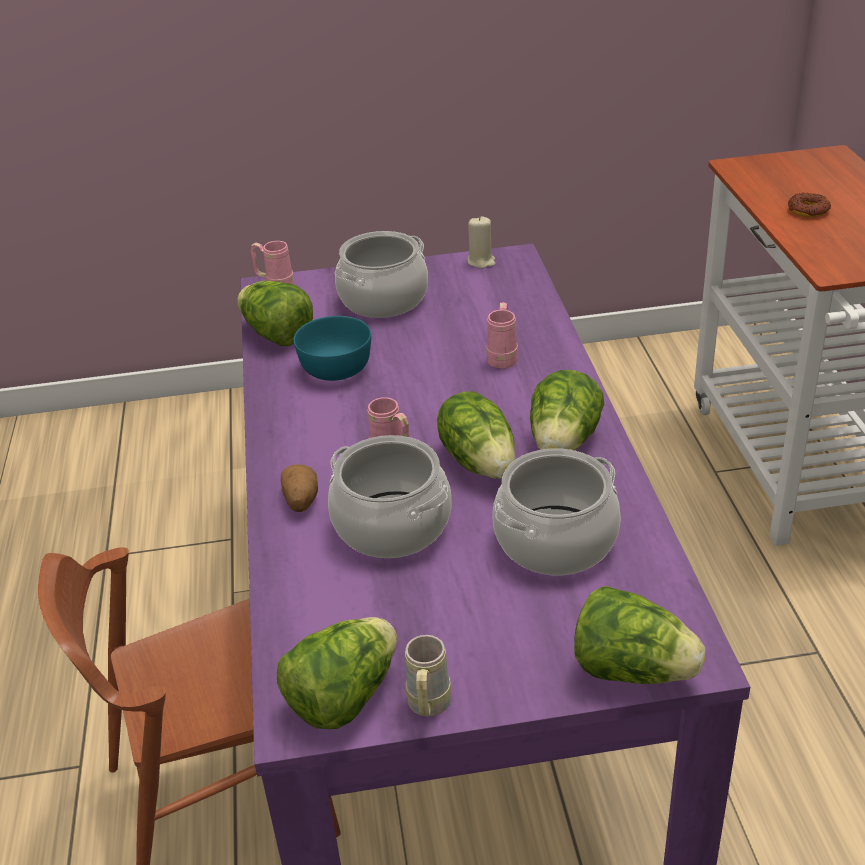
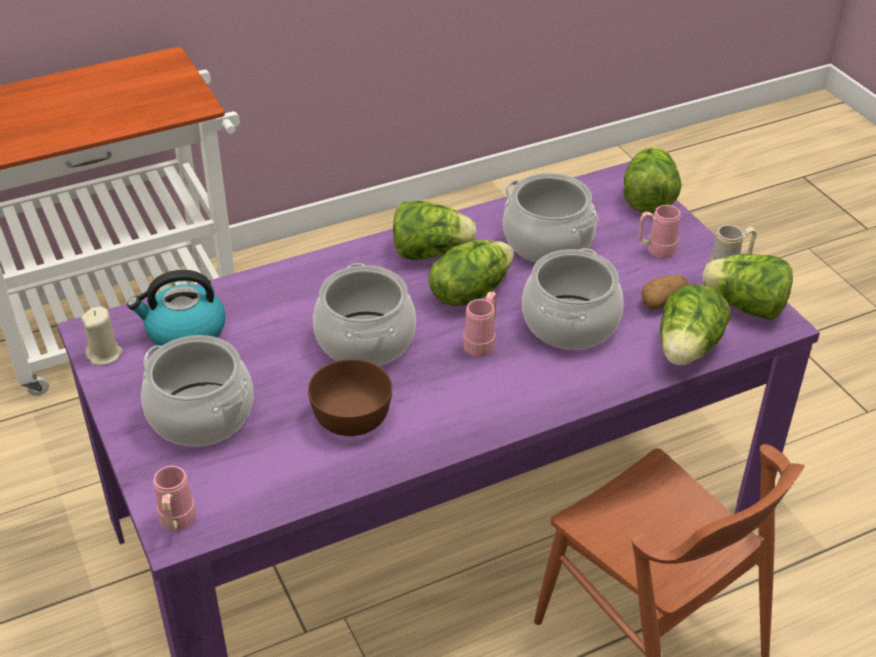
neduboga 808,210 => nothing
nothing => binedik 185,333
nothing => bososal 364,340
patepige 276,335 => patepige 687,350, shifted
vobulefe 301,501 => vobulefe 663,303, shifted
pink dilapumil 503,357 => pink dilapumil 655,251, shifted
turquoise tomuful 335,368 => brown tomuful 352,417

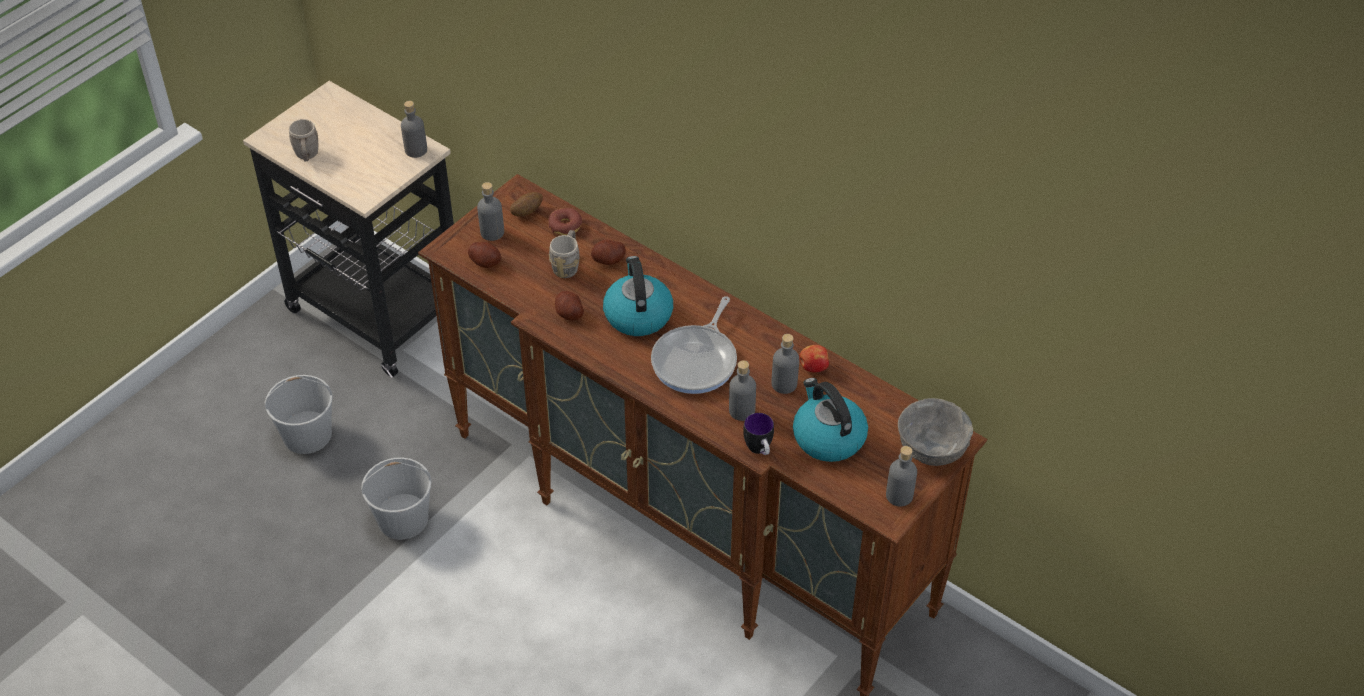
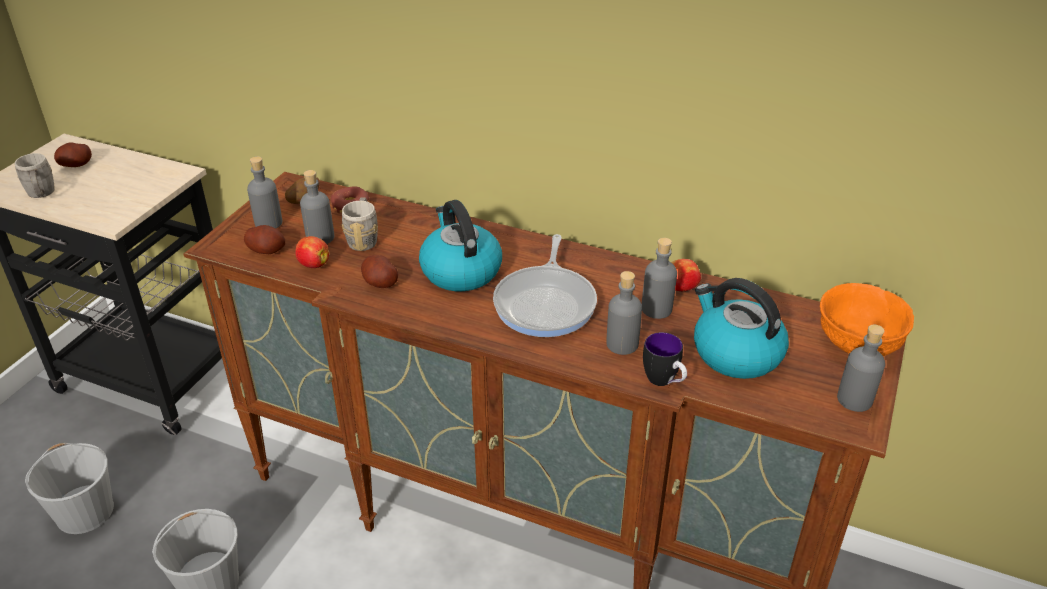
nothing => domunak 313,264
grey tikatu 416,150 => grey tikatu 320,237, shifted
vobulefe 608,260 => vobulefe 76,165, shifted
grey tomuful 932,448 => orange tomuful 858,342

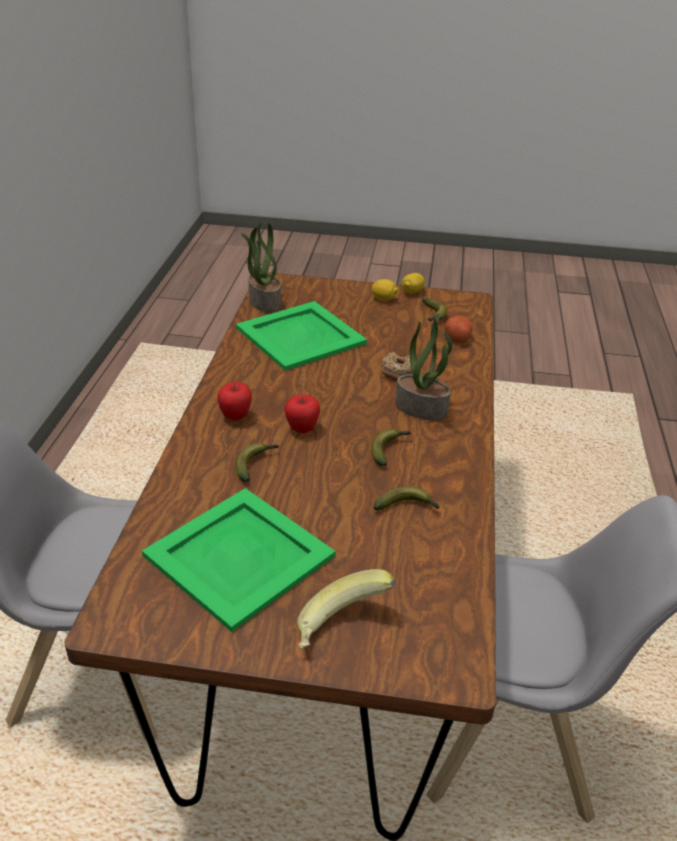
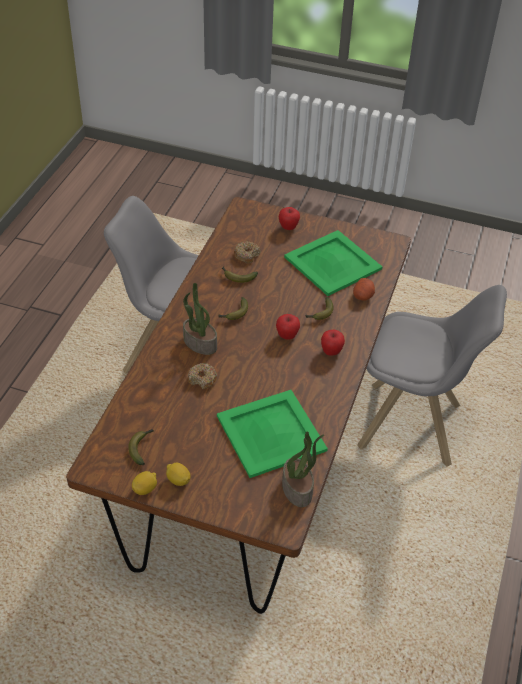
nothing => neduboga 247,255
vobulefe 457,337 => vobulefe 363,296, shifted
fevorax 342,629 => domunak 288,227

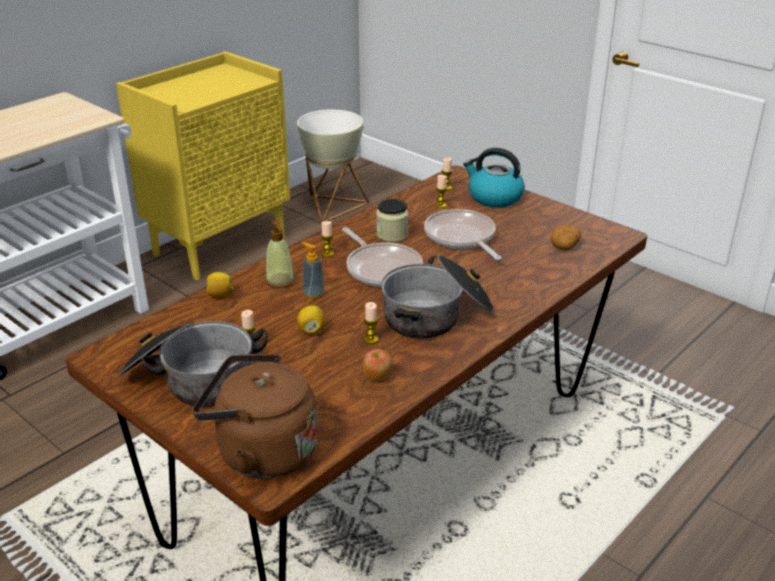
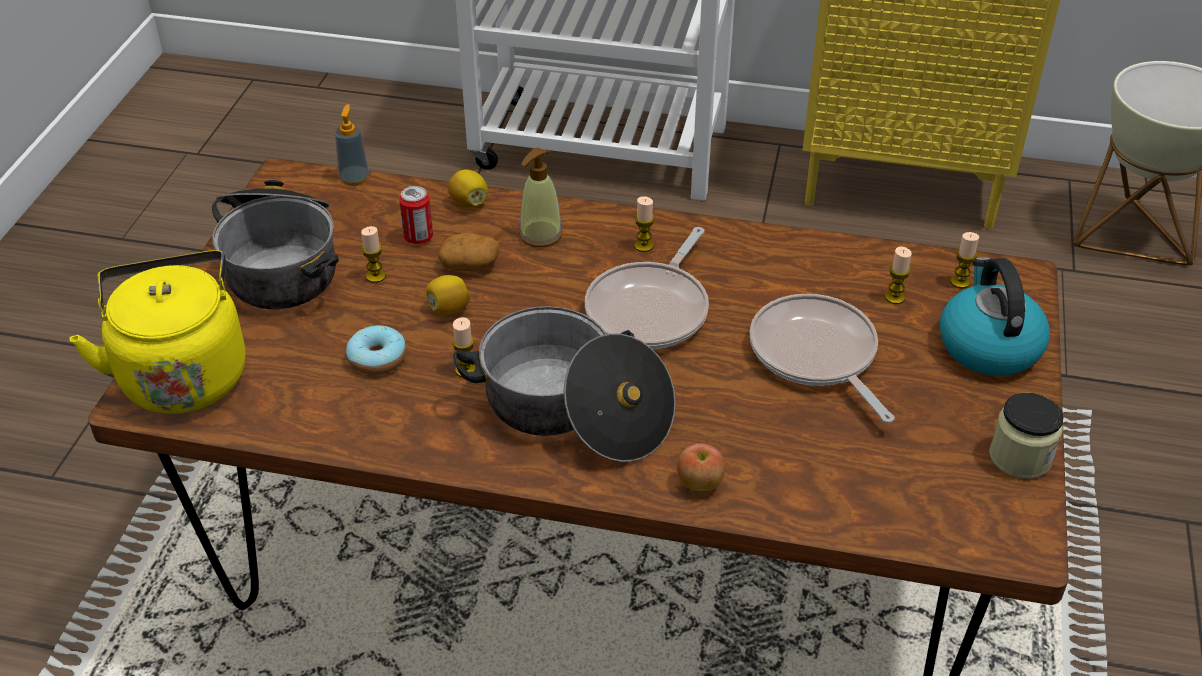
nothing => neduboga 377,359
nothing => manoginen 418,237
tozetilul 313,294 => tozetilul 354,178, shifted
domunak 377,377 => domunak 699,484, shifted
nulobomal 392,235 => nulobomal 1020,457, shifted
vobulefe 564,245 => vobulefe 470,265, shifted
brown binedik 261,452 => yellow binedik 183,373
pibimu 461,237 => pibimu 816,356, 60 degrees counterclockwise

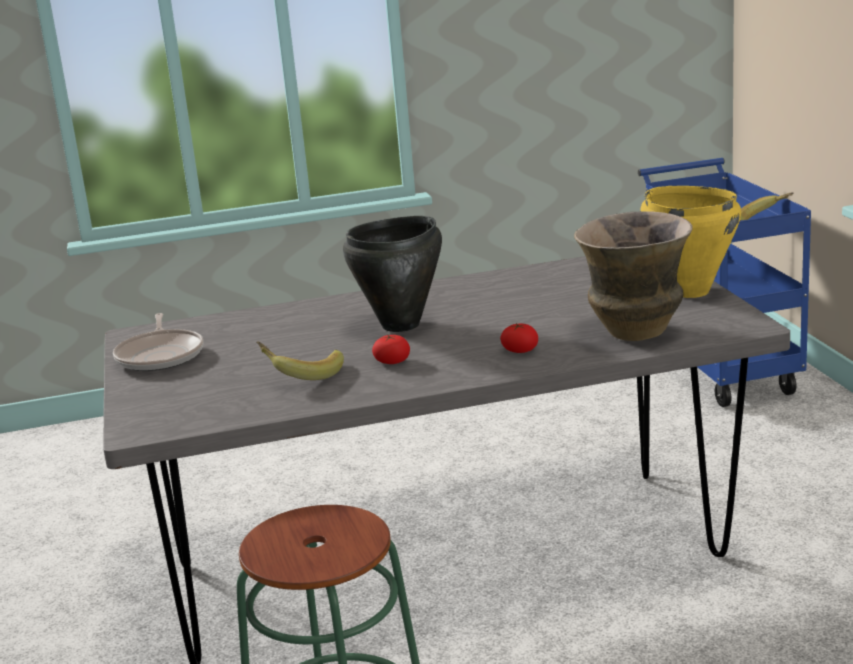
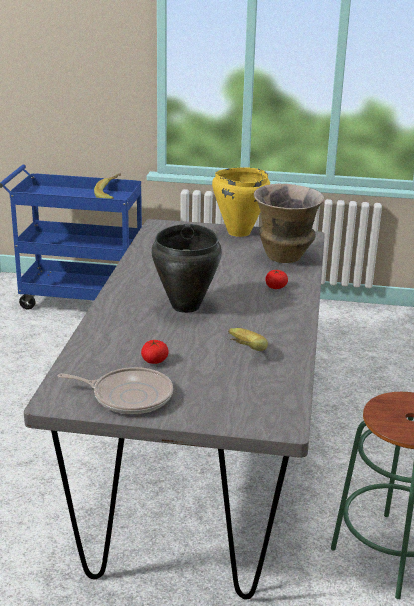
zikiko 392,361 => zikiko 154,360, shifted

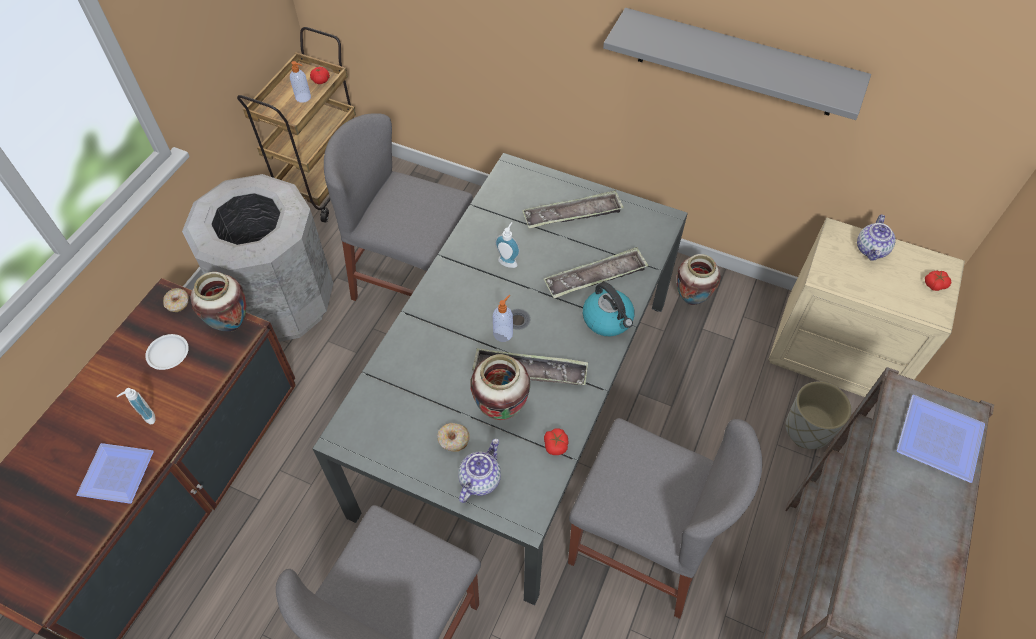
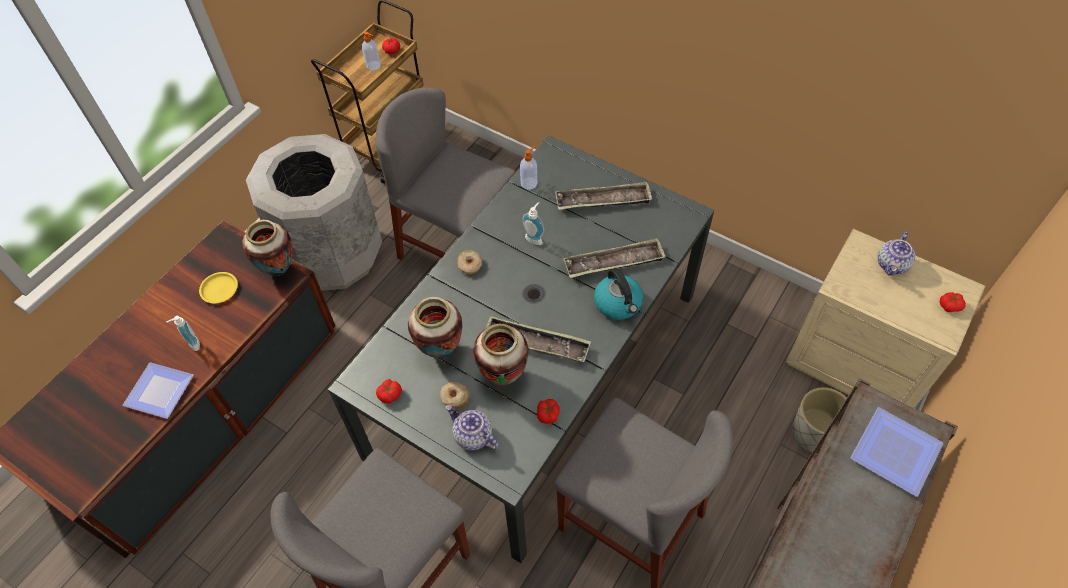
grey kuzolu 737,63 => nothing
nothing => zikiko 390,394
neduboga 178,303 => neduboga 470,265, shifted
tozetilul 503,333 => tozetilul 529,183, shifted
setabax 691,300 => setabax 440,350, shifted
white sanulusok 168,354 => yellow sanulusok 219,289
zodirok 479,479 => zodirok 472,436, 90 degrees counterclockwise

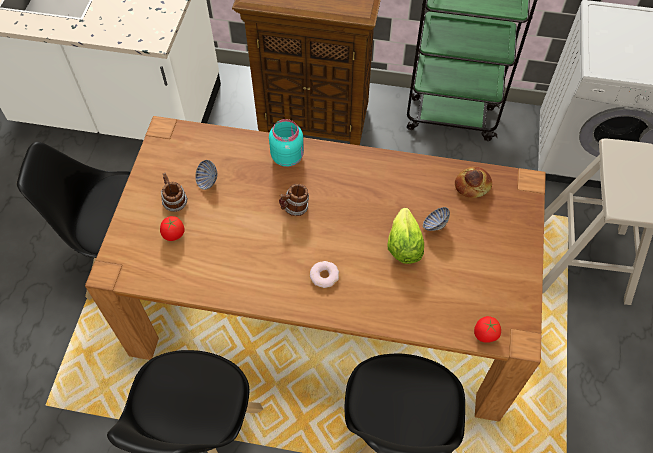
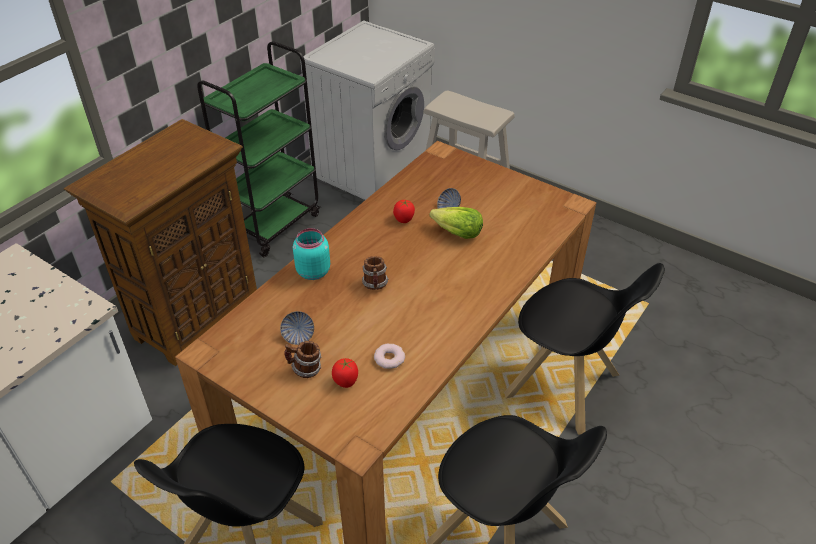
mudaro 472,186 => nothing
neduboga 324,276 => neduboga 389,358, shifted
zikiko 485,335 => zikiko 404,219, shifted

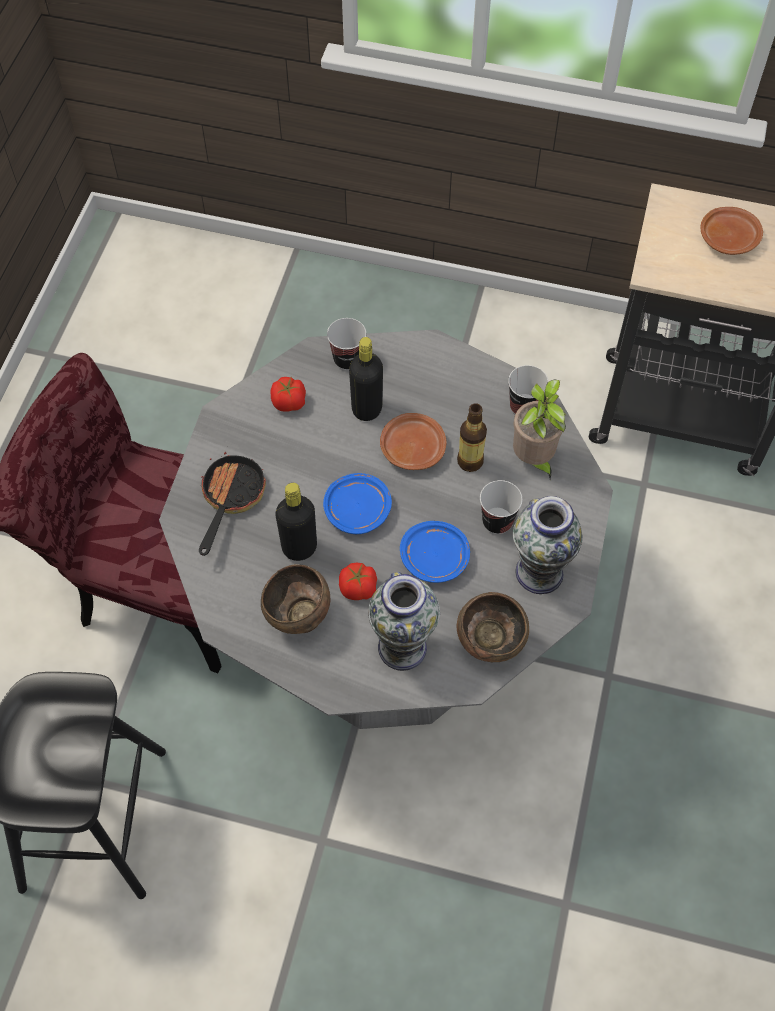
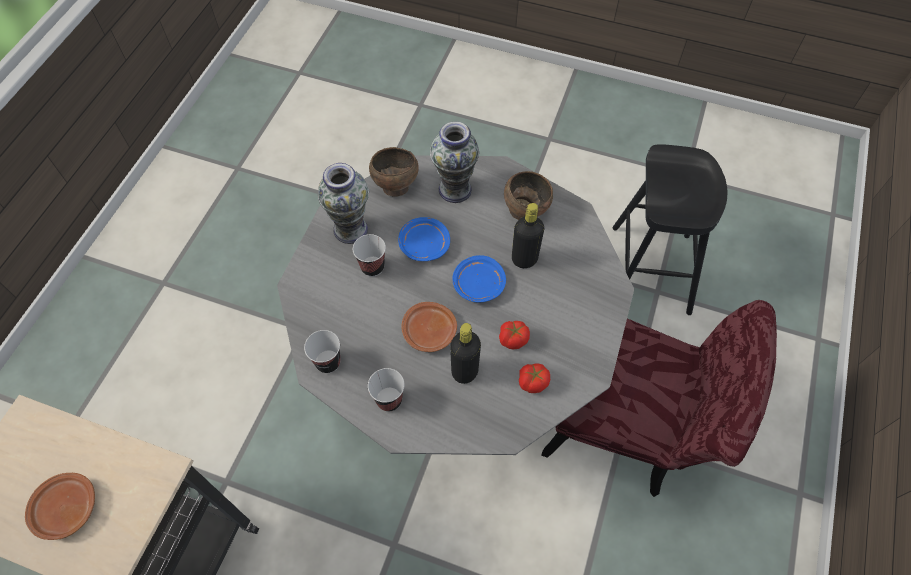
pibimu 230,498 => nothing
tikatu 470,461 => nothing
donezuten 534,460 => nothing
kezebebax 347,359 => kezebebax 389,400, shifted
zikiko 358,589 => zikiko 513,340, shifted

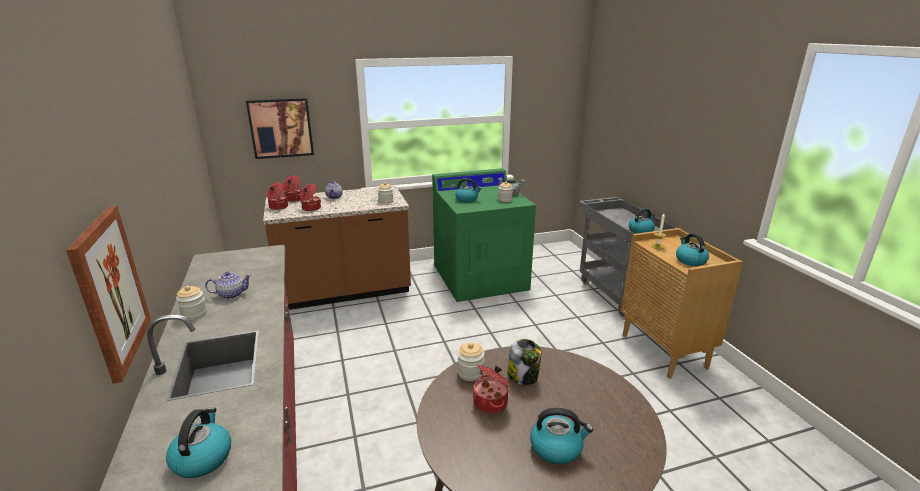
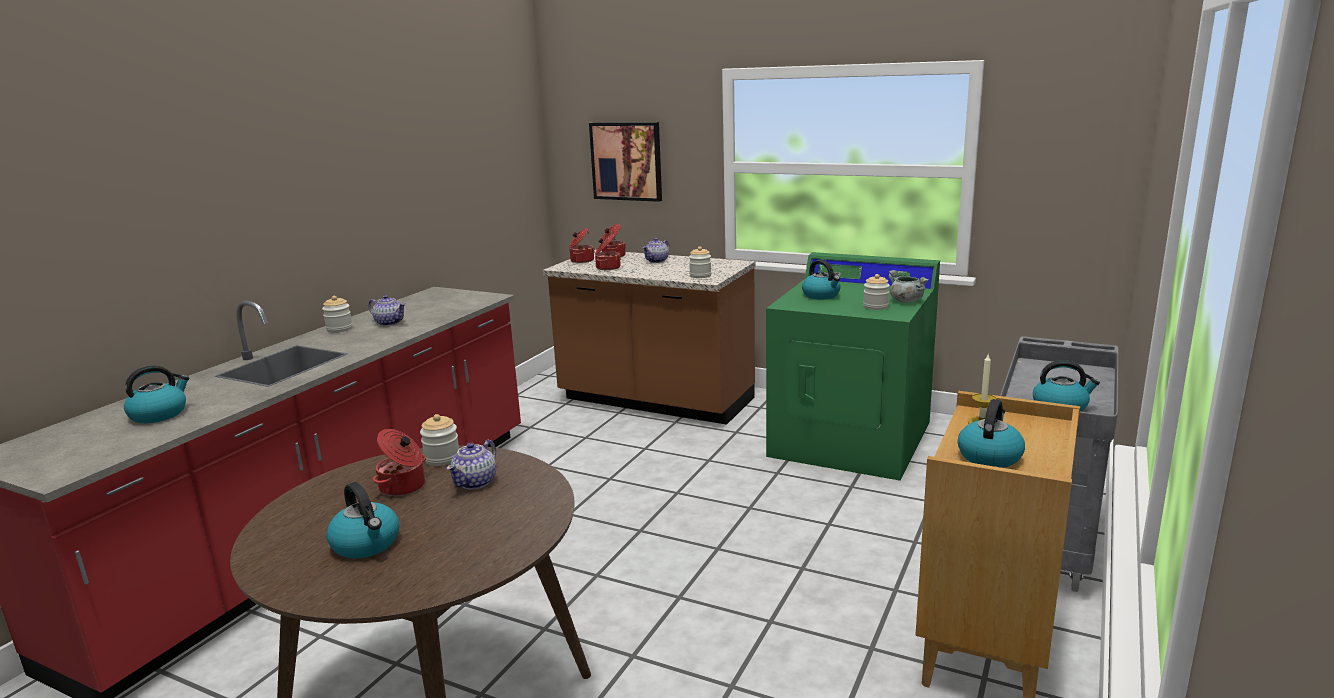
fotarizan 110,291 => nothing
nulobomal 523,376 => zodirok 476,482

